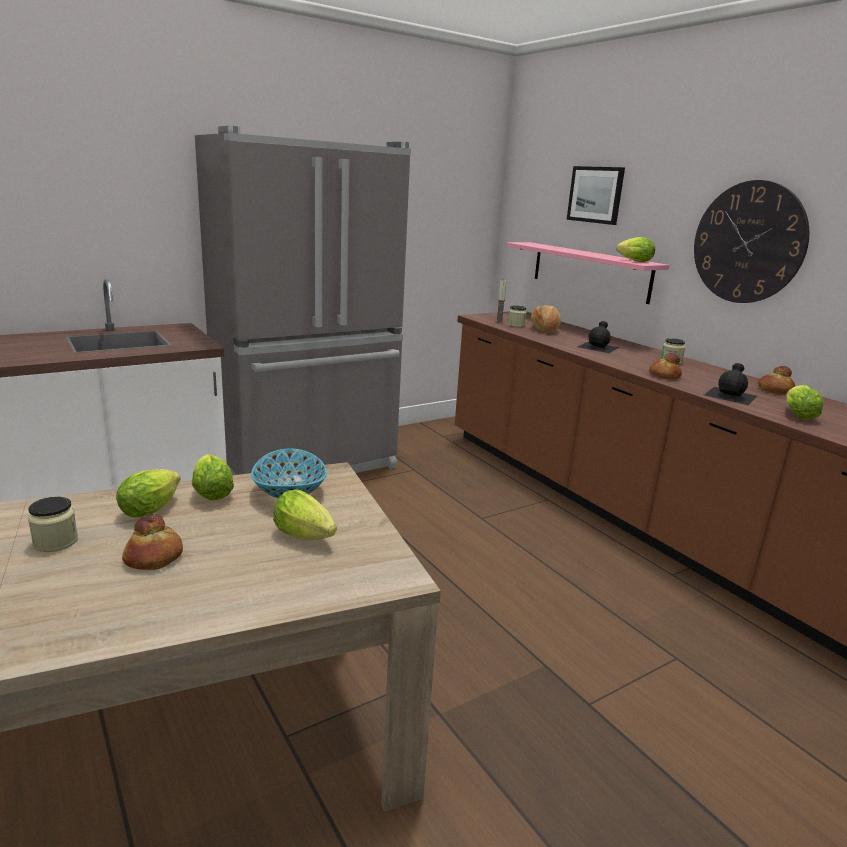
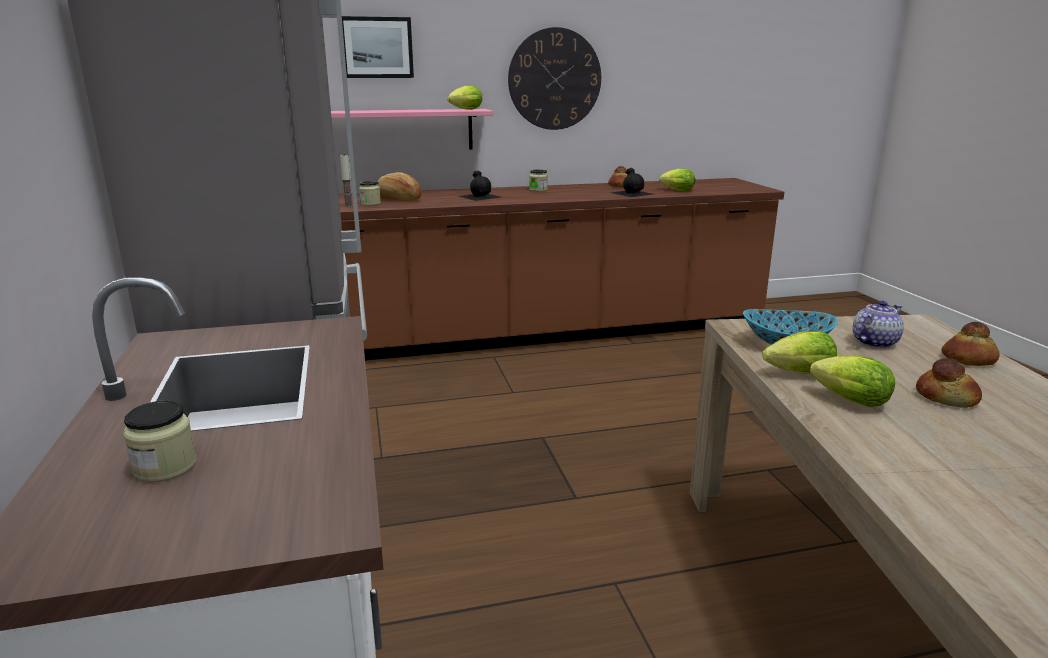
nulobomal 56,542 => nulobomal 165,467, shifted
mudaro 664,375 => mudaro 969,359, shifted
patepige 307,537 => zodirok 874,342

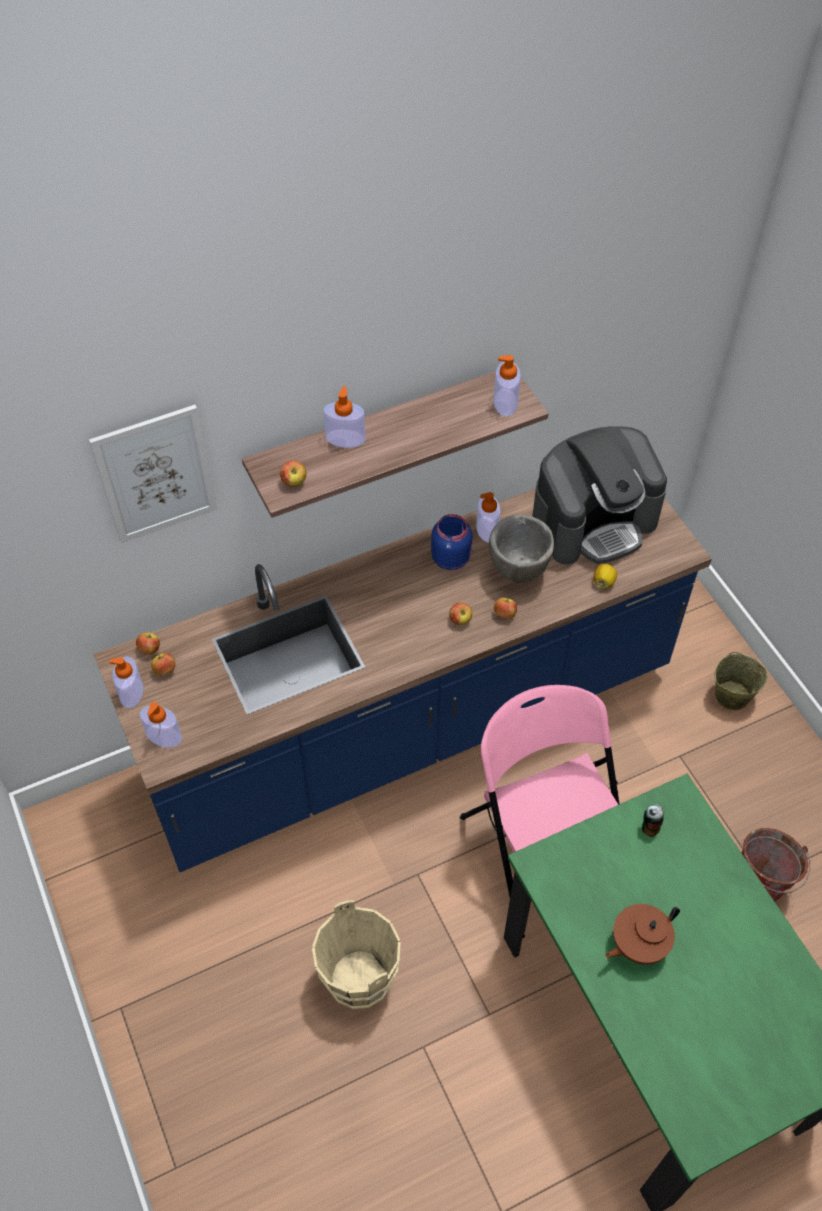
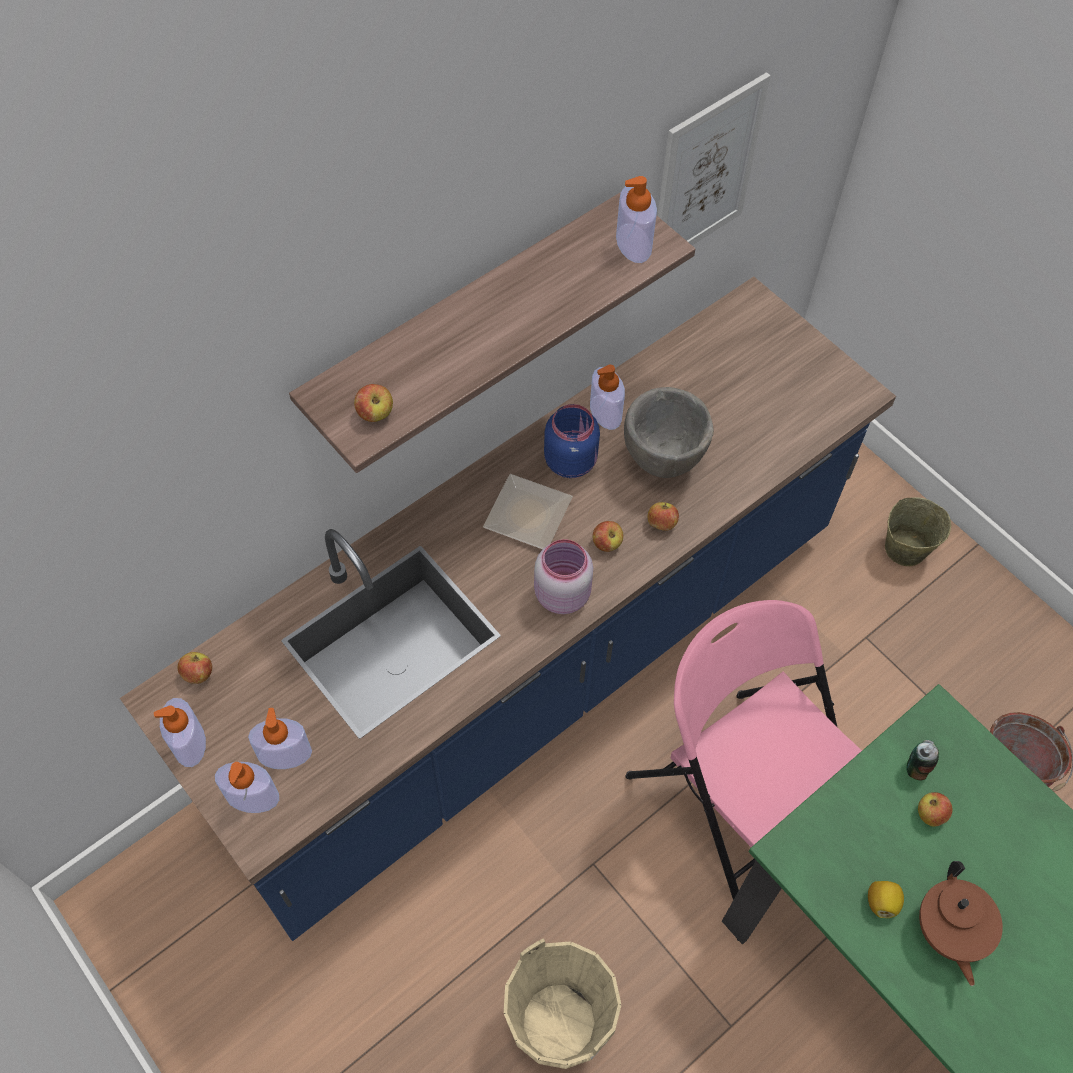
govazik 594,521 => nothing
nothing => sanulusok 526,512
nothing => pink nulobomal 561,593
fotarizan 156,474 => fotarizan 706,173, shifted
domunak 165,670 => domunak 930,814, shifted
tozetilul 345,439 => tozetilul 285,754, shifted
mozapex 603,582 => mozapex 881,902, shifted
brown zodirok 638,944 => brown zodirok 948,931, 45 degrees counterclockwise

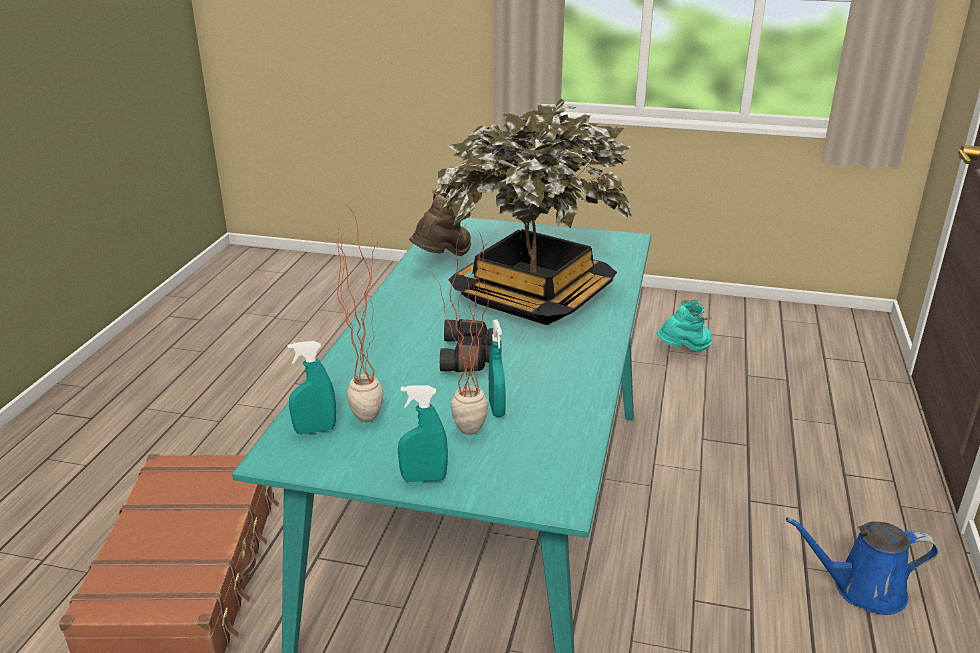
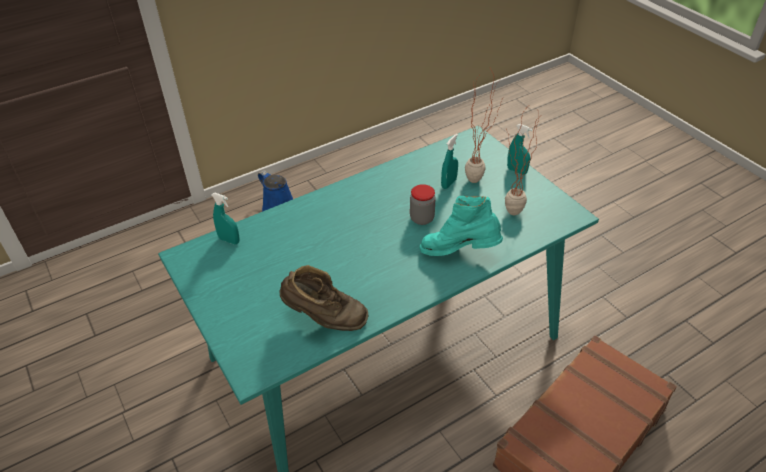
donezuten 532,298 => nothing
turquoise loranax 315,430 => turquoise loranax 229,240, shifted
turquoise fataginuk 685,351 => turquoise fataginuk 459,252, shifted
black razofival 472,357 => nulobomal 422,218
brown fataginuk 445,260 => brown fataginuk 324,319, 150 degrees counterclockwise

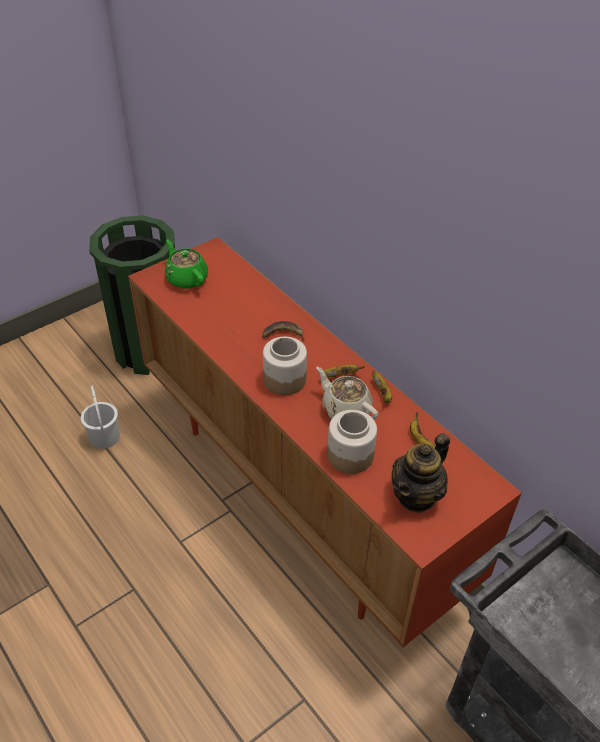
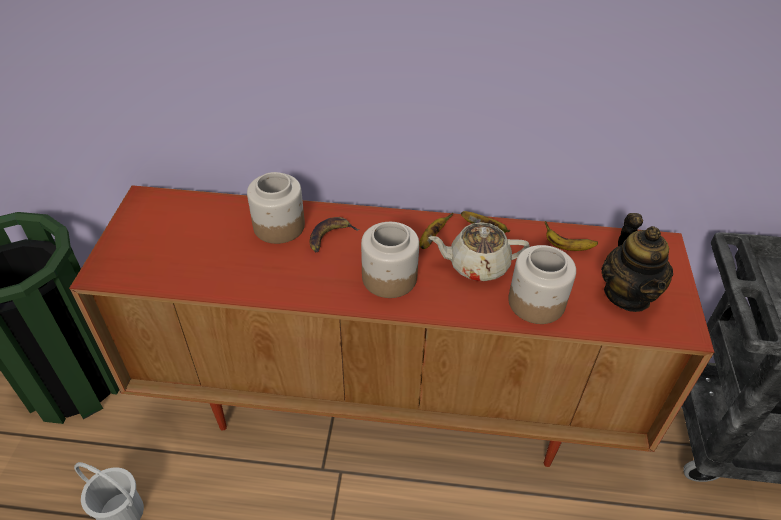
green zodirok 186,278 => nothing
nothing => nulobomal 278,226

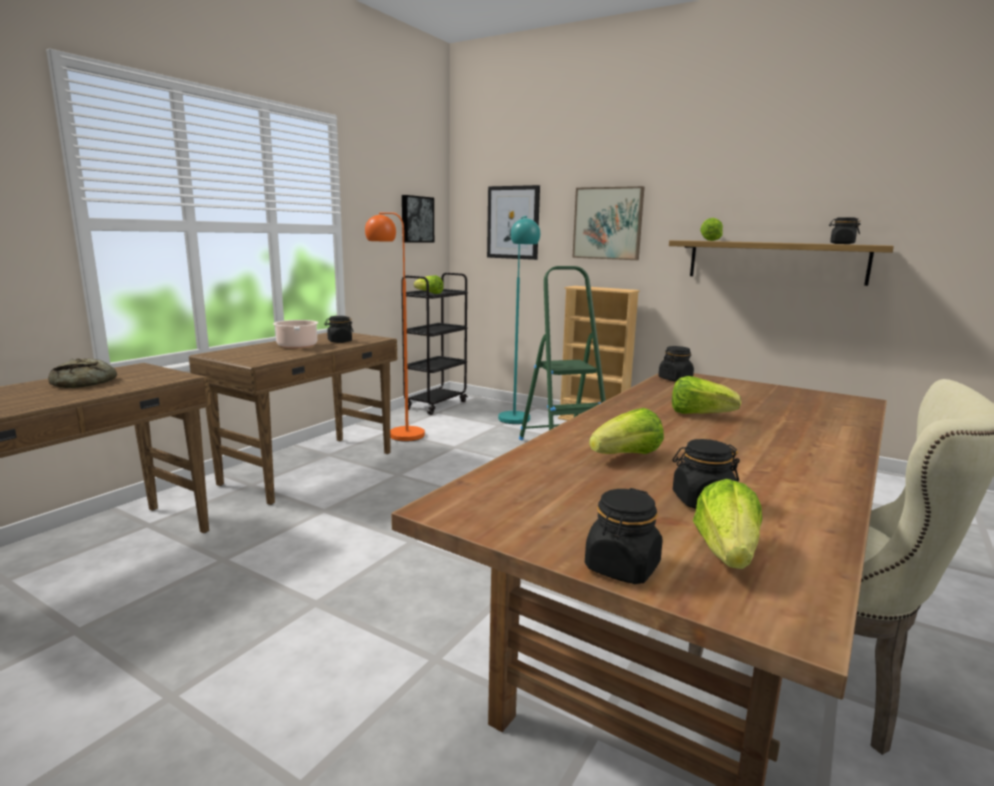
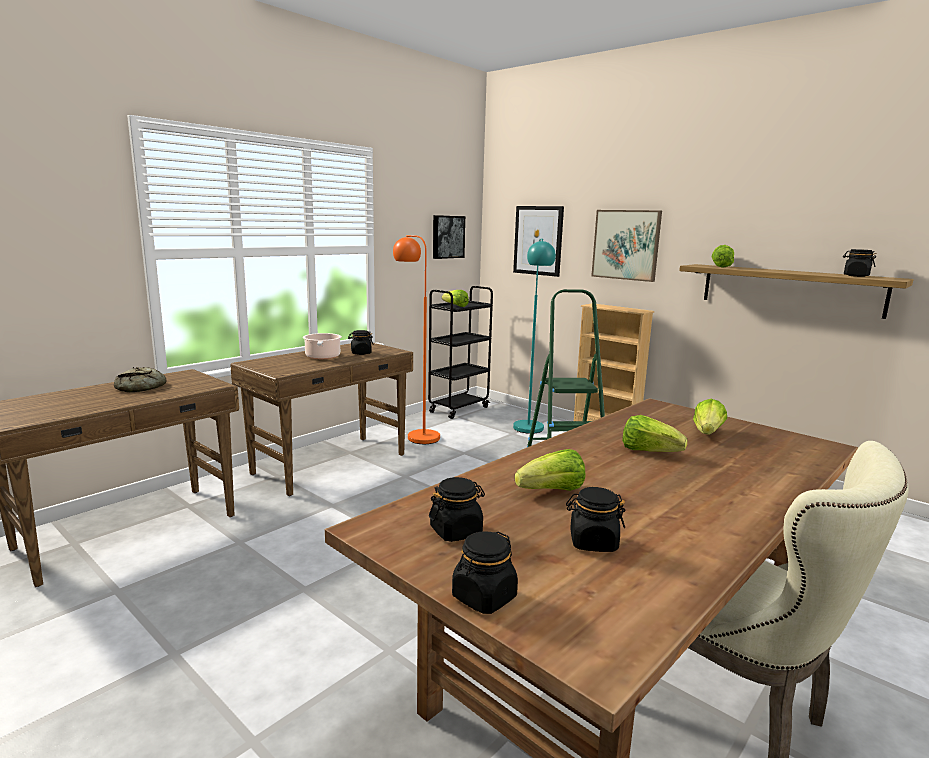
black nulobomal 675,379 => black nulobomal 456,531, shifted
patepige 726,553 => patepige 707,433, shifted

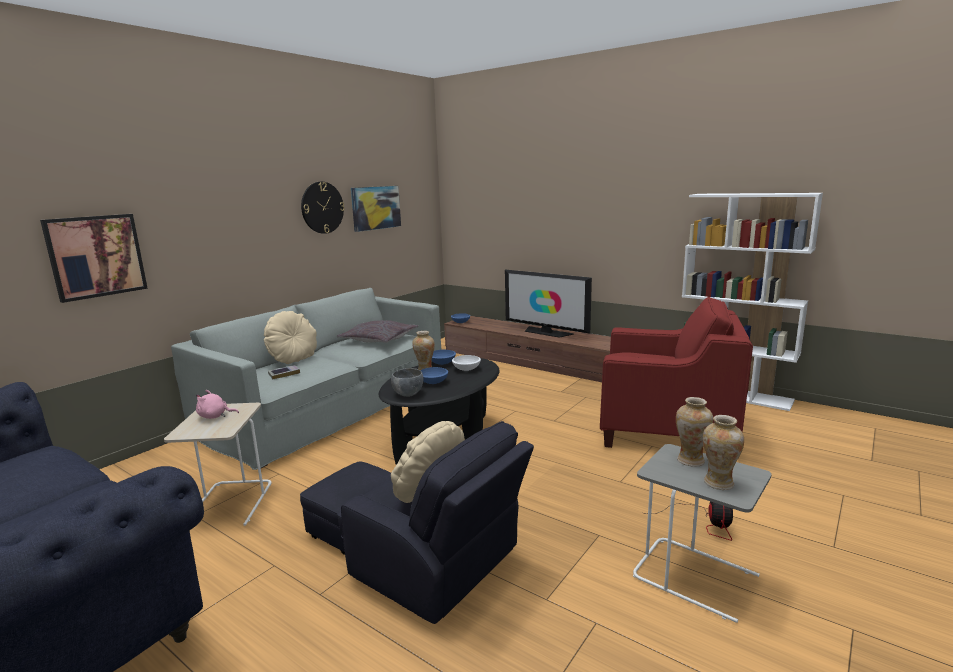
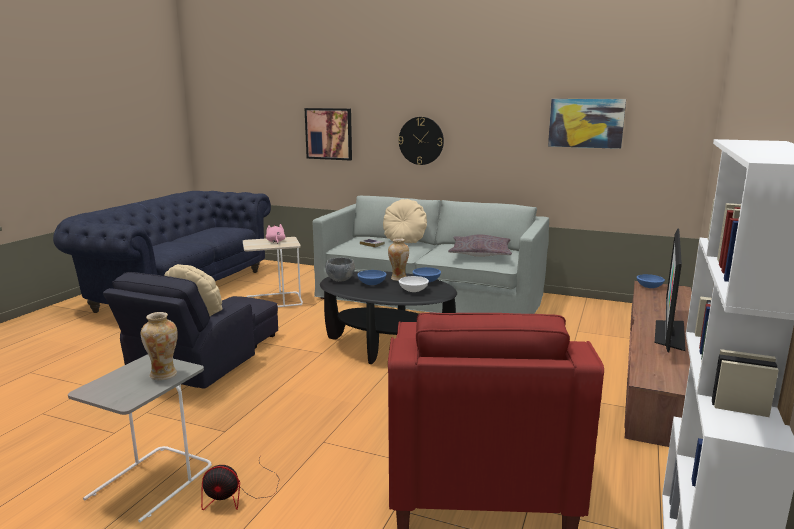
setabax 718,483 => nothing
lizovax 322,207 => lizovax 421,141, shifted

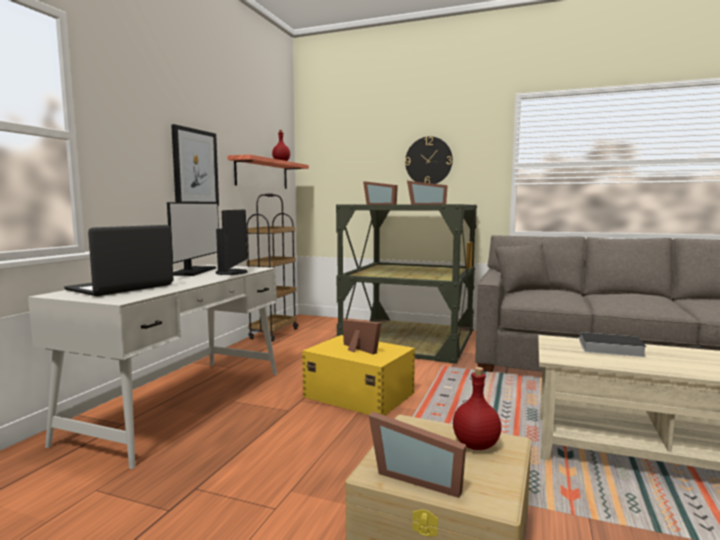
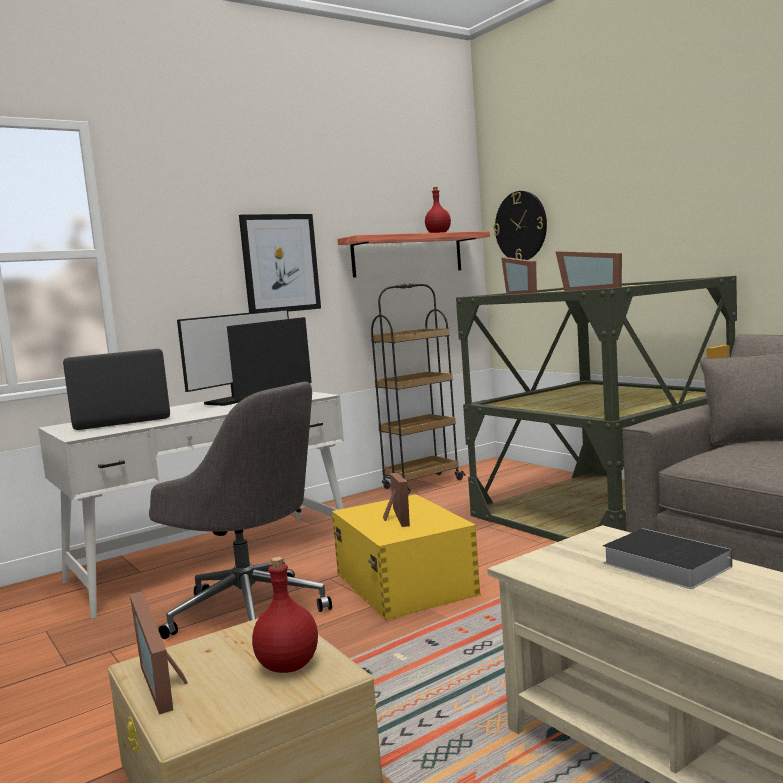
nothing => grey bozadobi 250,613
lizovax 428,161 => lizovax 521,226, shifted

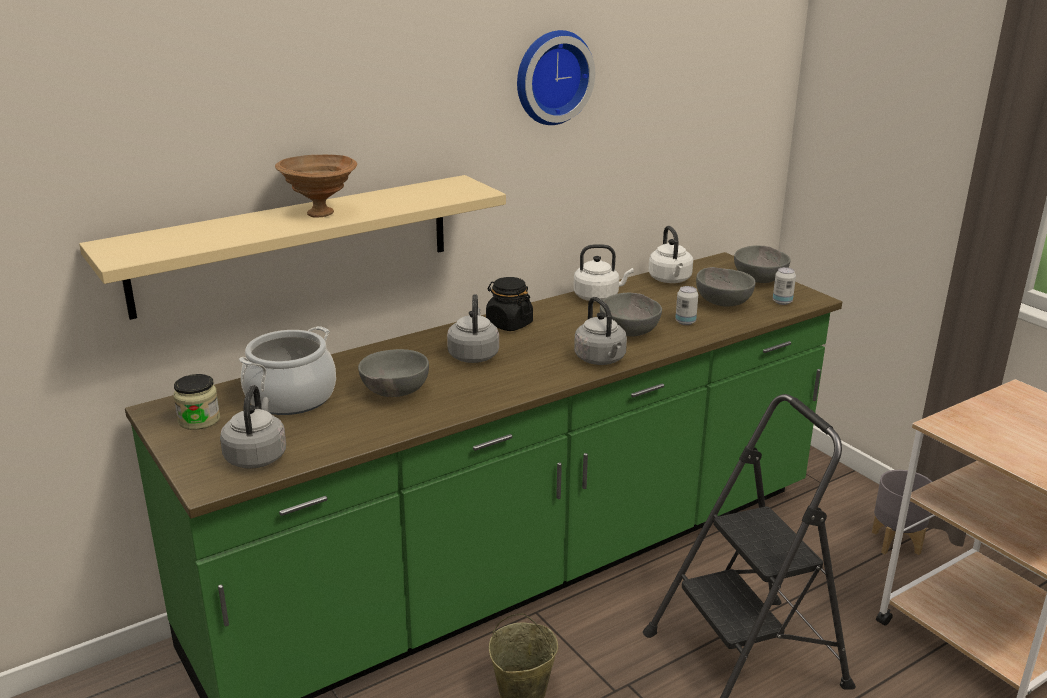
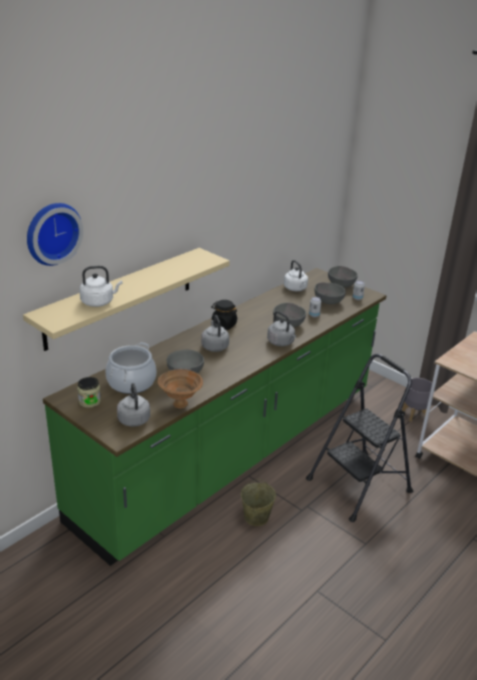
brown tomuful 319,213 => brown tomuful 179,403, shifted
lizovax 551,77 => lizovax 51,232, shifted
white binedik 598,297 => white binedik 99,302, shifted

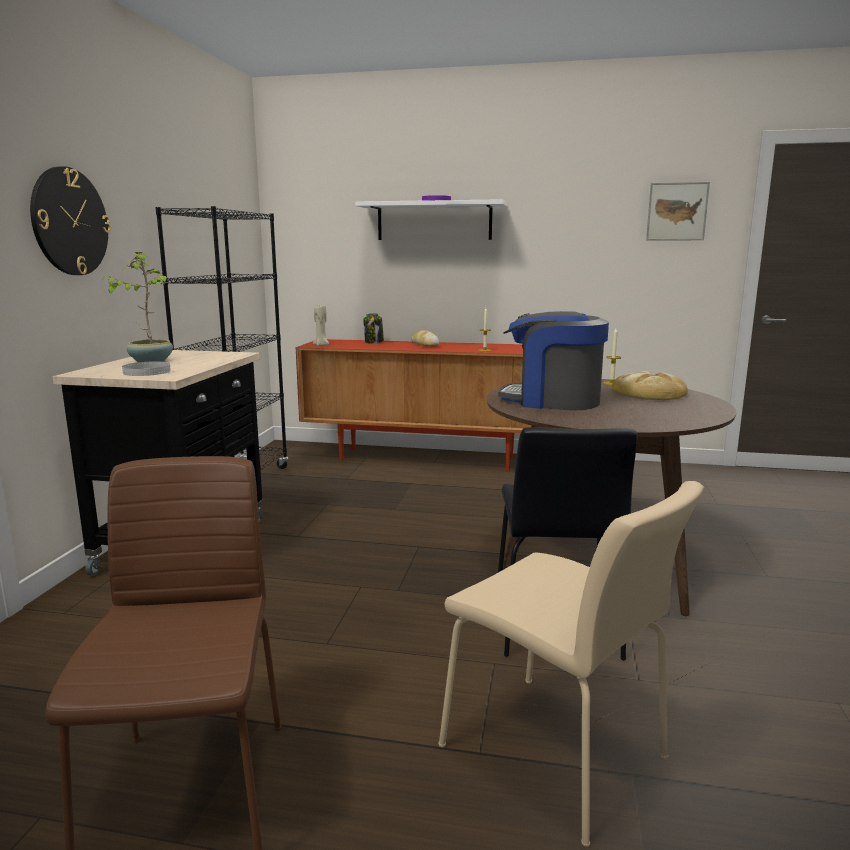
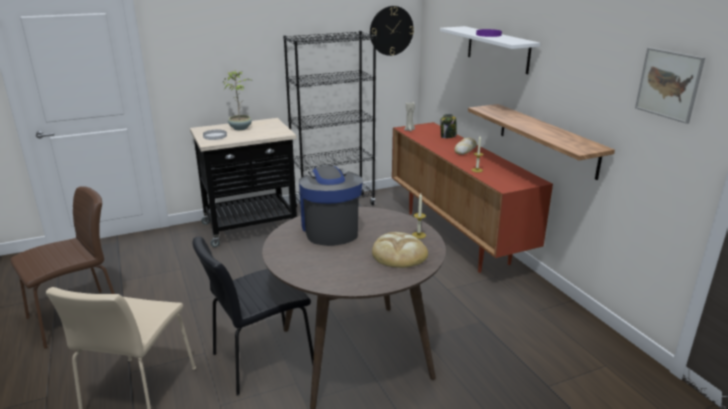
nothing => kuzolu 547,139
lizovax 70,222 => lizovax 391,30, shifted

